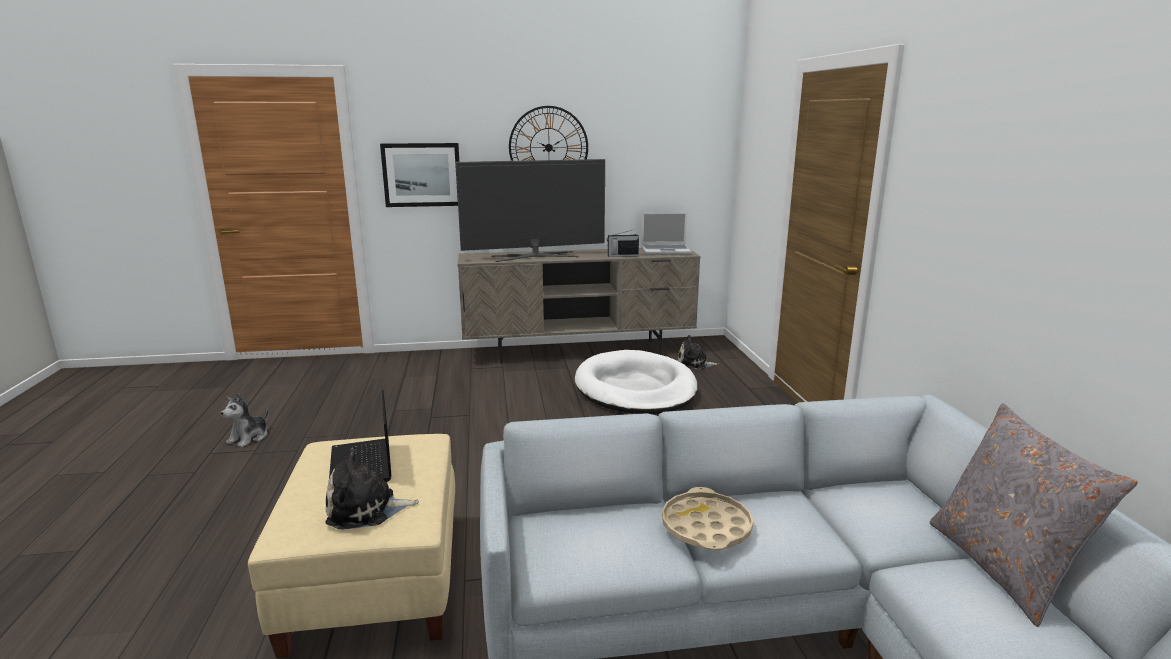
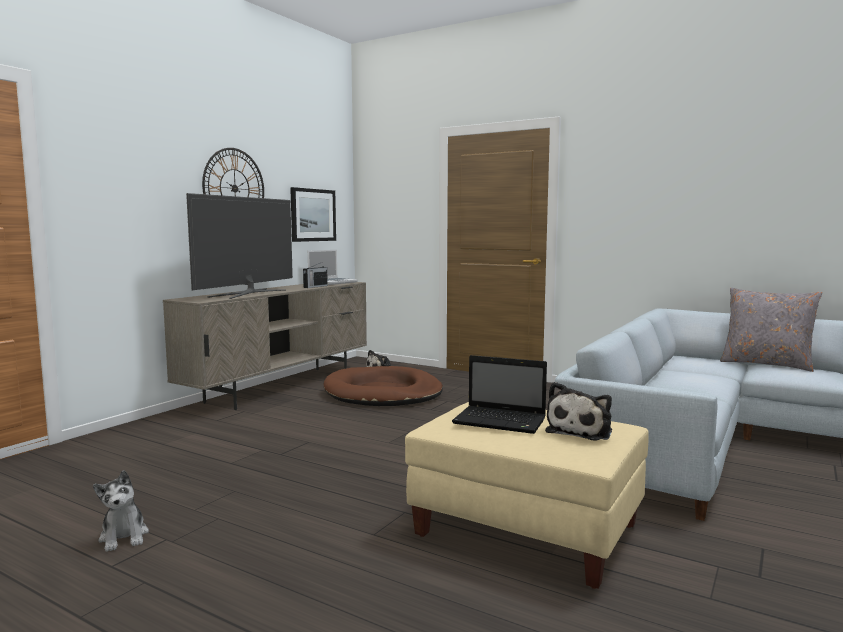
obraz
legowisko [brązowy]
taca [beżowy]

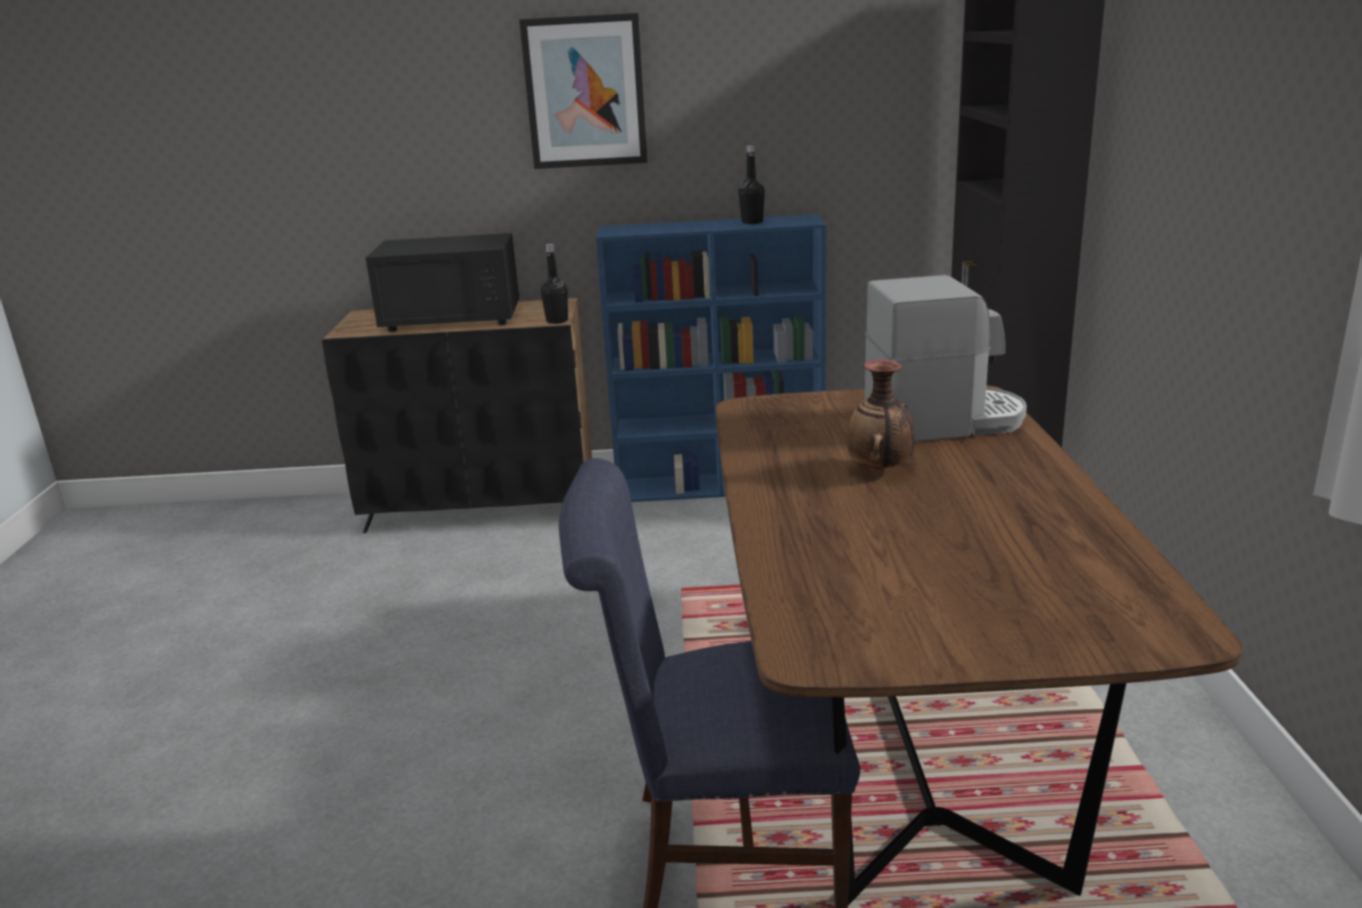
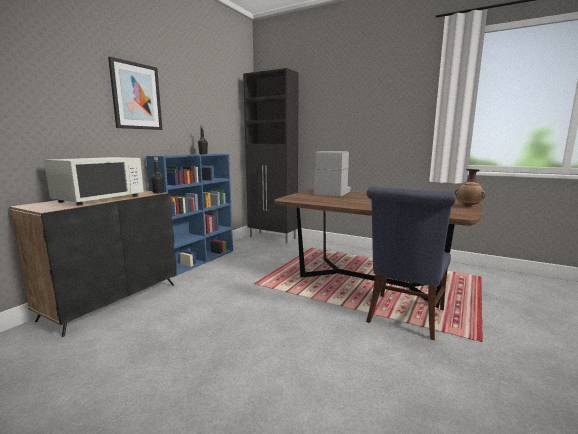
mikrofalówka [biały]
wazon

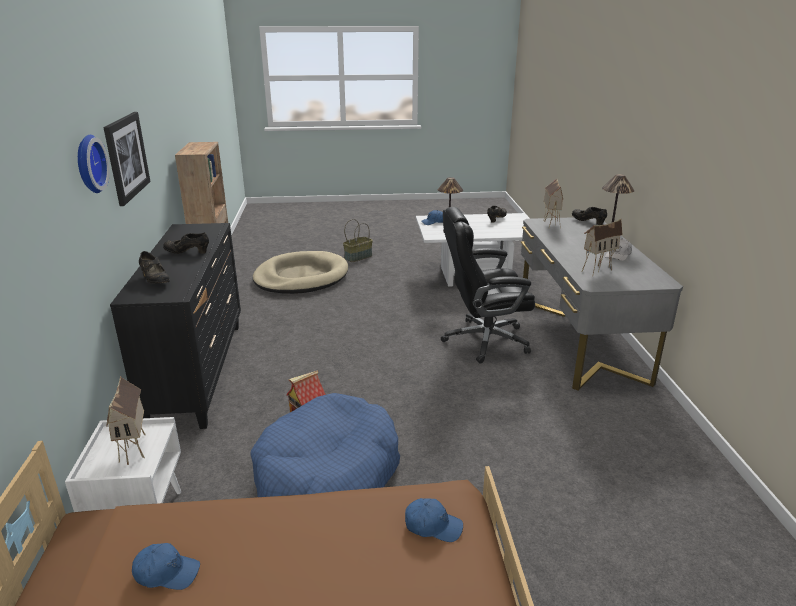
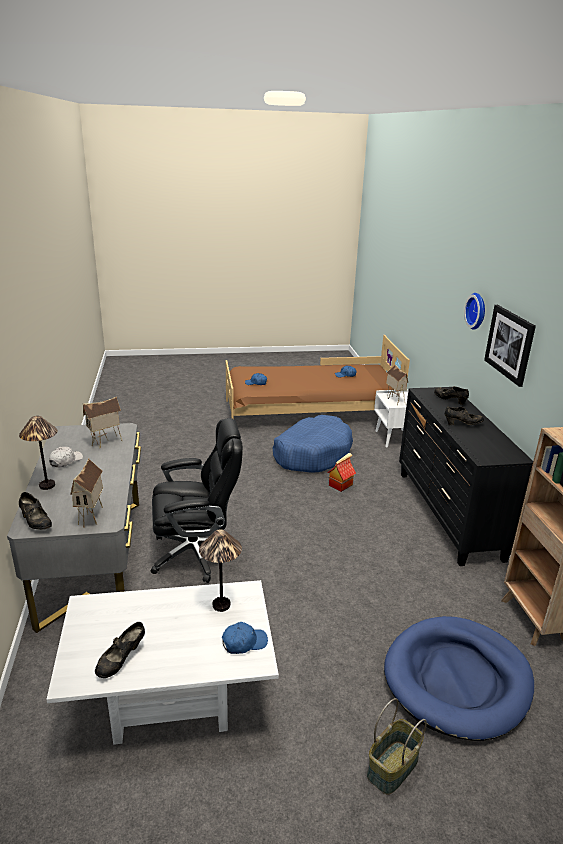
legowisko [niebieski] (2nd from left)

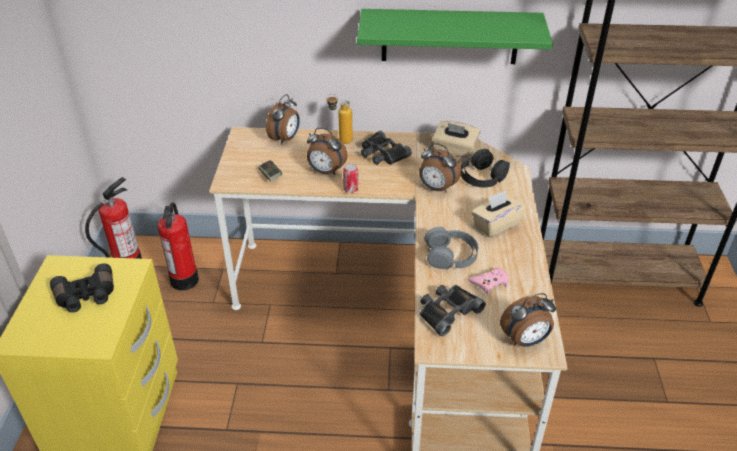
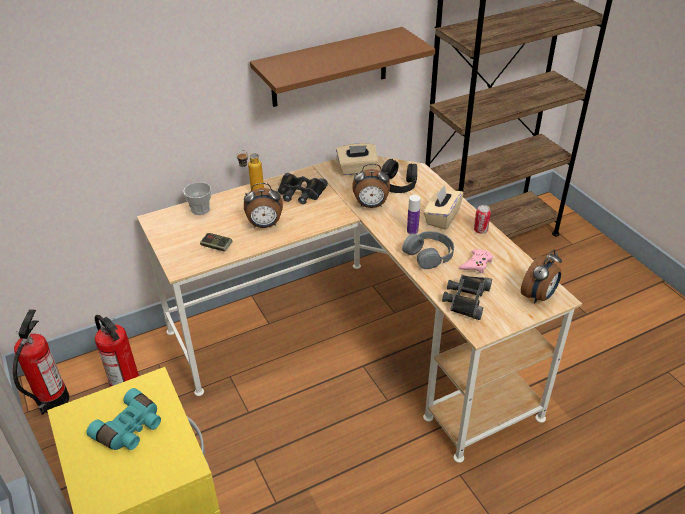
lornetka [turkusowy]
filiżanka
puszka
półka [brązowy]
butelka (2nd from left)

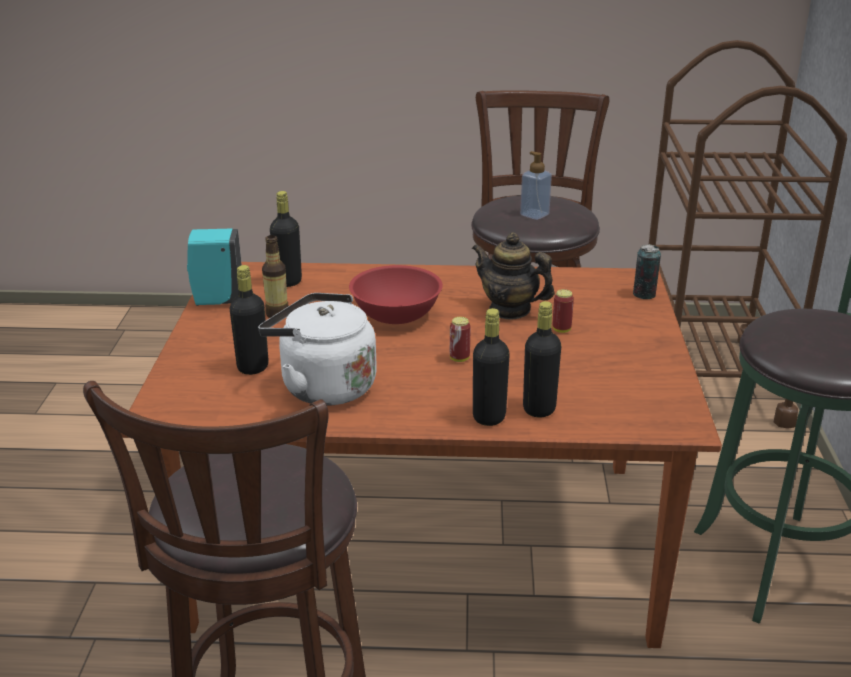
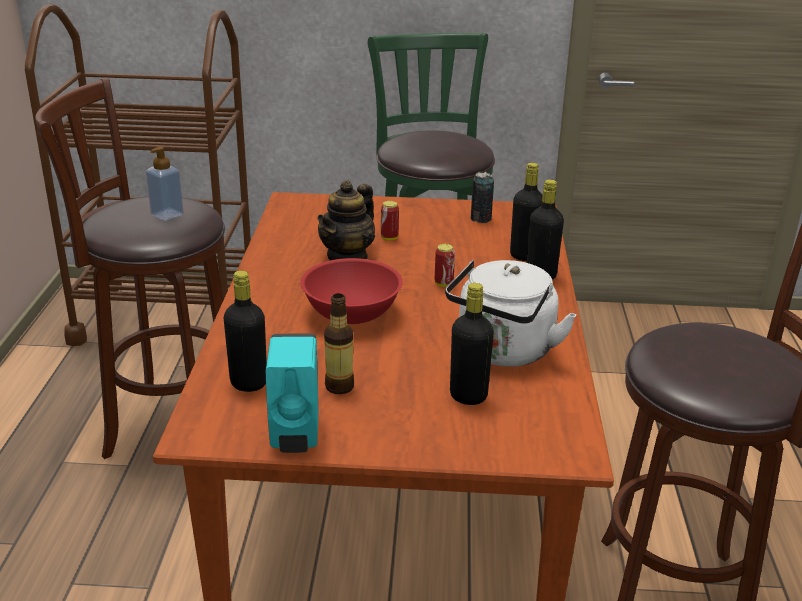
puszka (3rd from left)

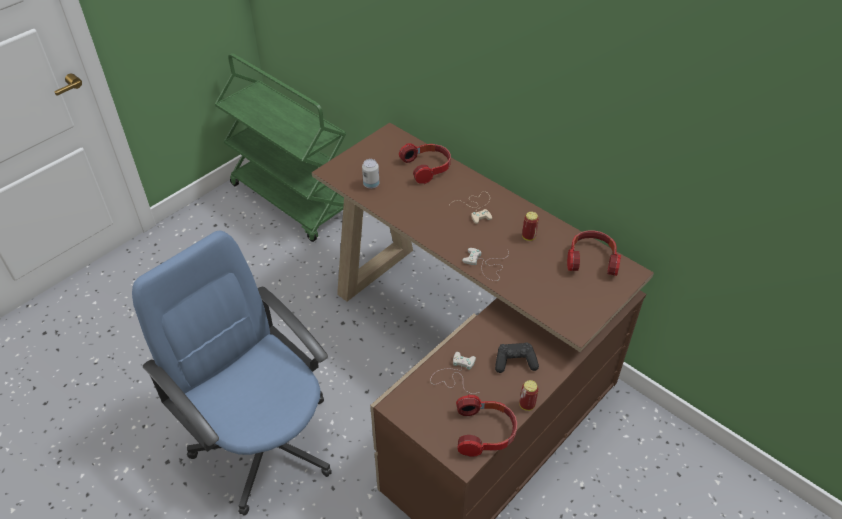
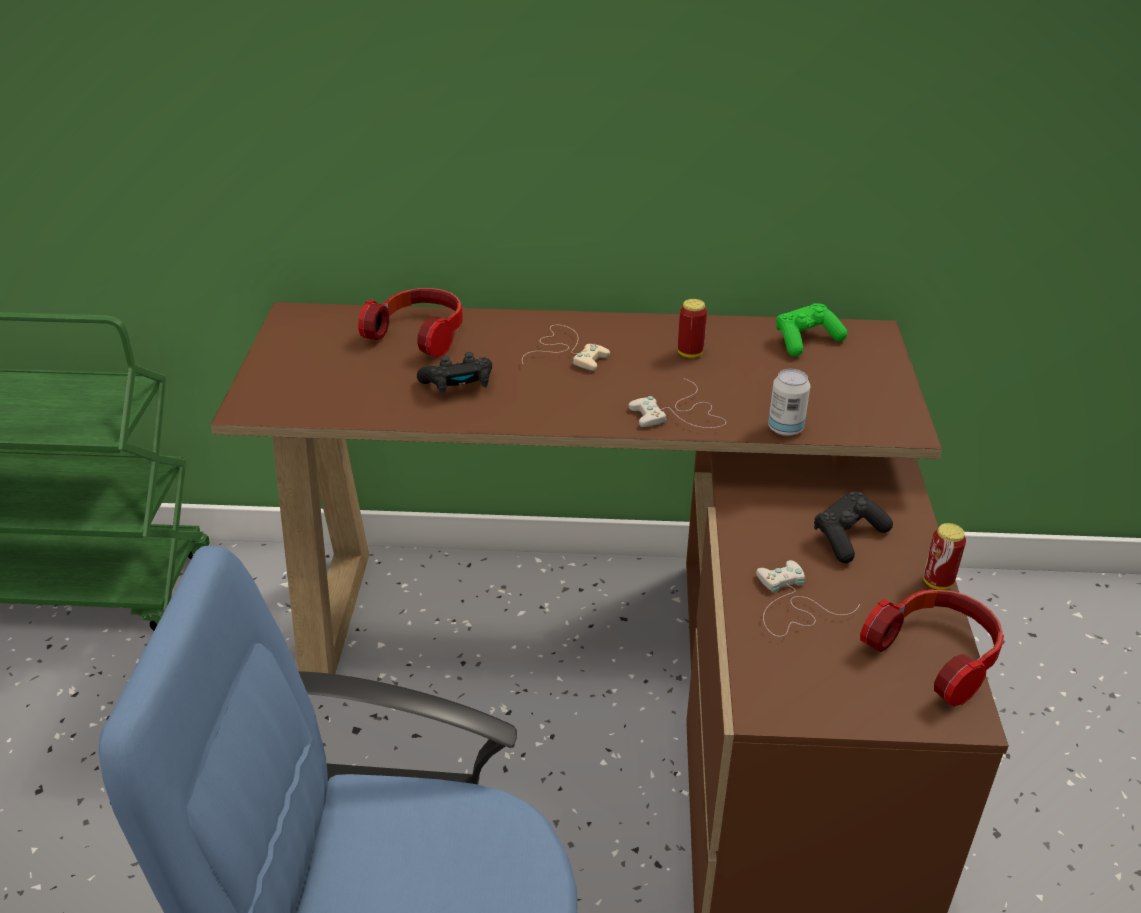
puszka (2nd from left)
pad do gier [zielony]
pad do gier [czarny] (1st from left)

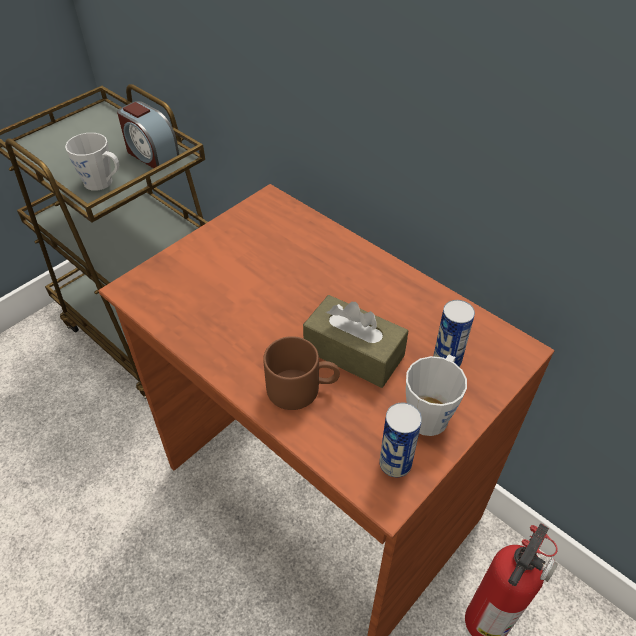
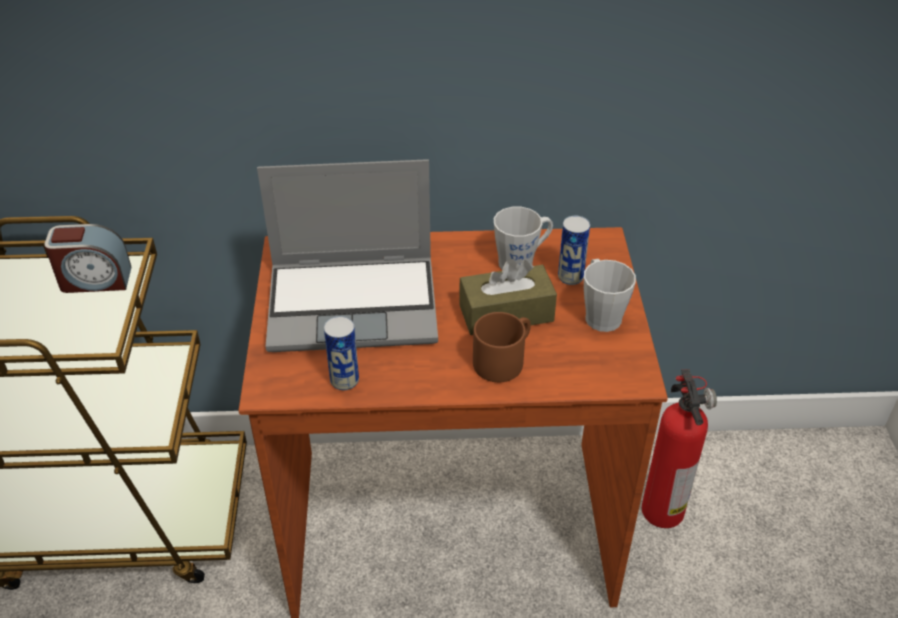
kubek [szary] (1st from left)
puszka (1st from left)
laptop

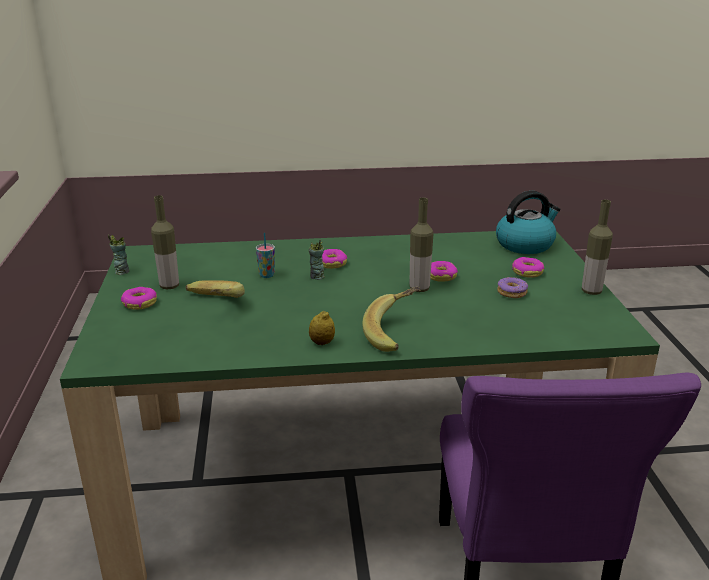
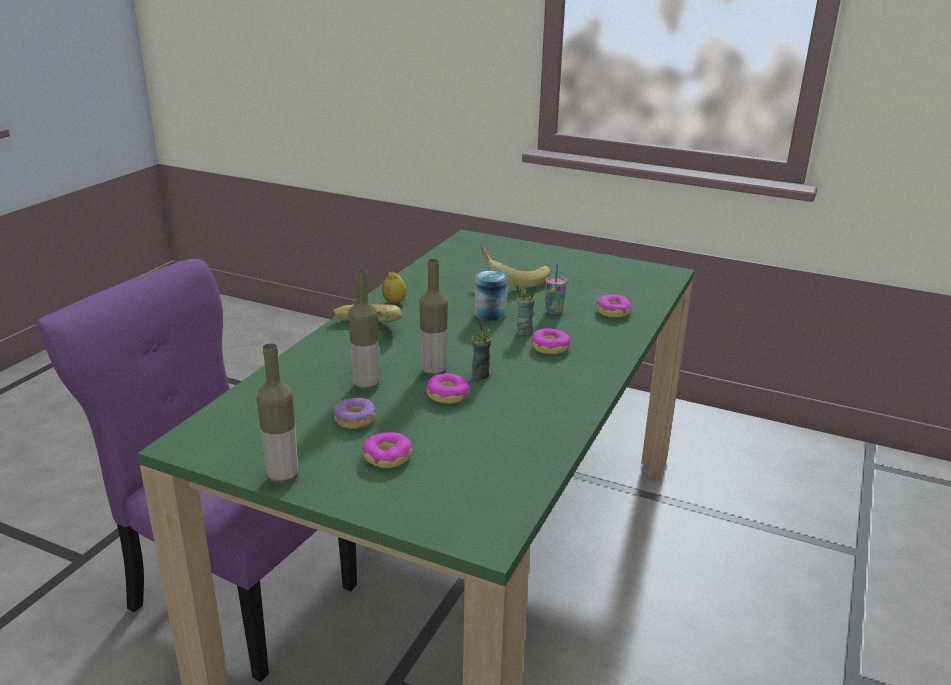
filiżanka (1st from left)
donut (5th from left)
butelka (2nd from left)
czajnik
puszka

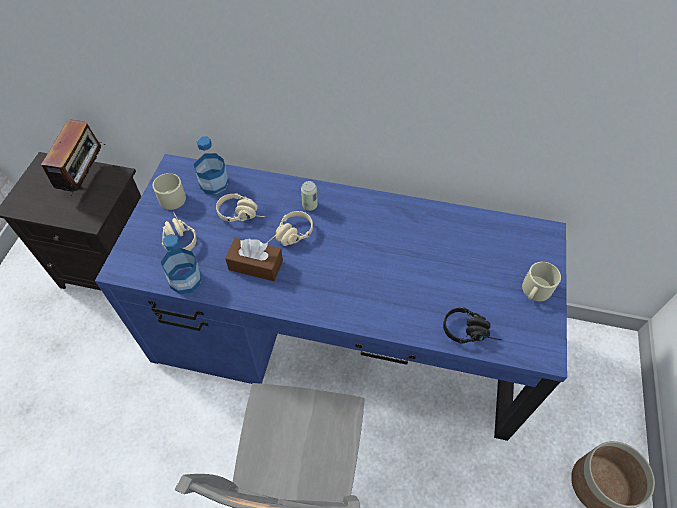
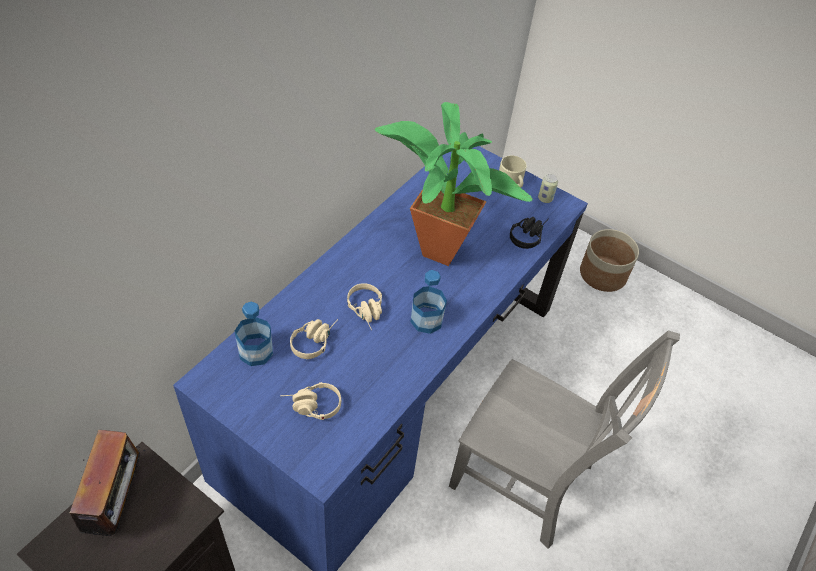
radio
kubek [beżowy] (1st from left in the first image)
butelka (2nd from left)
pudełko chusteczek [brązowy]
puszka
roślina doniczkowa

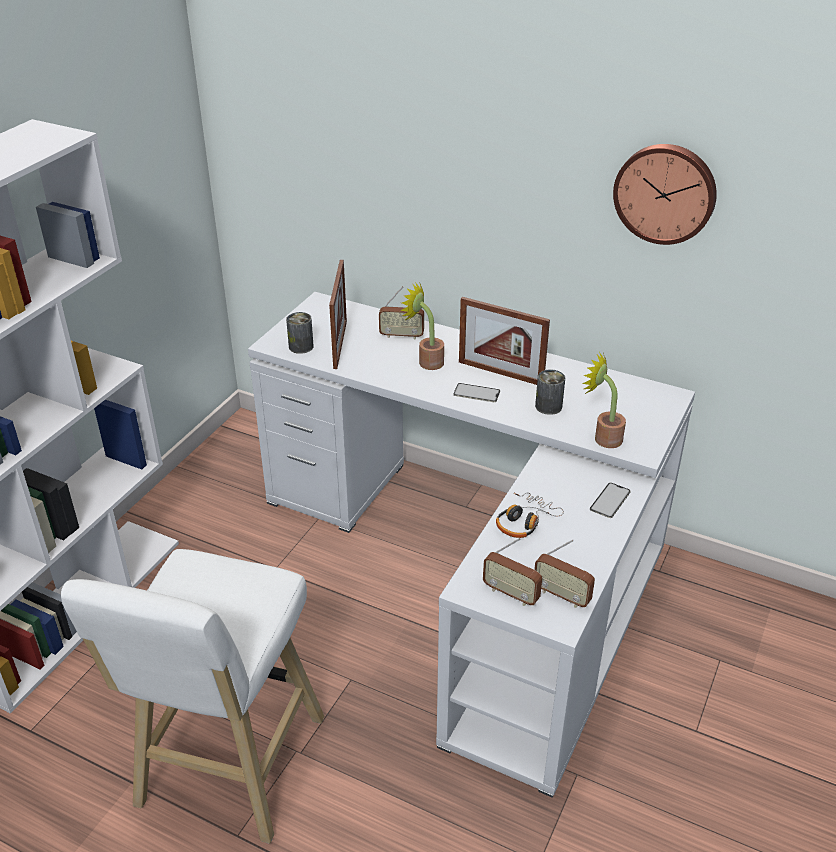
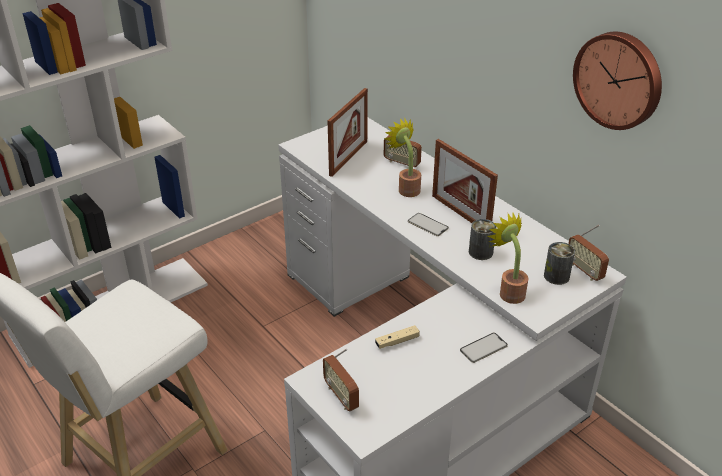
puszka (2nd from left)
pad do gier [beżowy]
radio (3rd from left)

